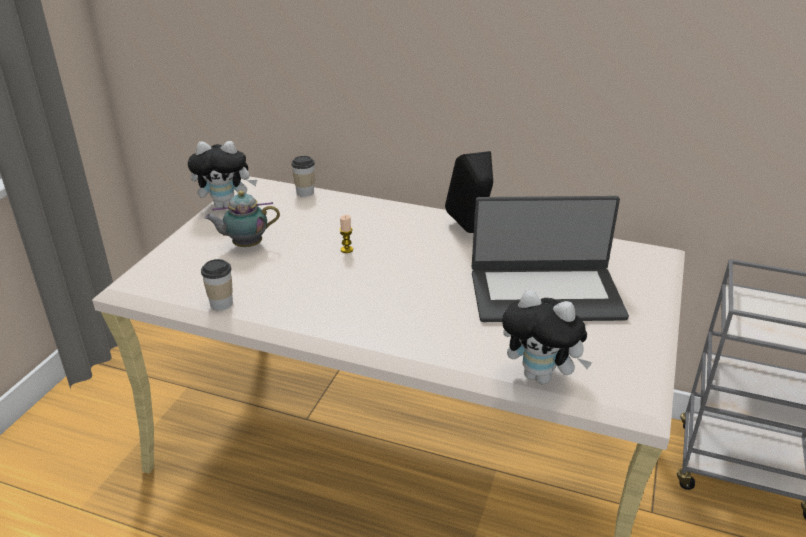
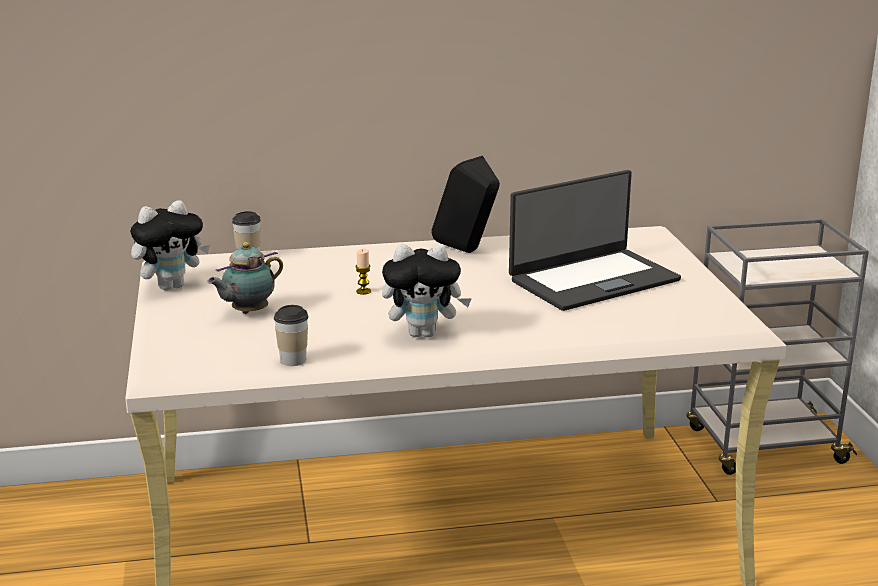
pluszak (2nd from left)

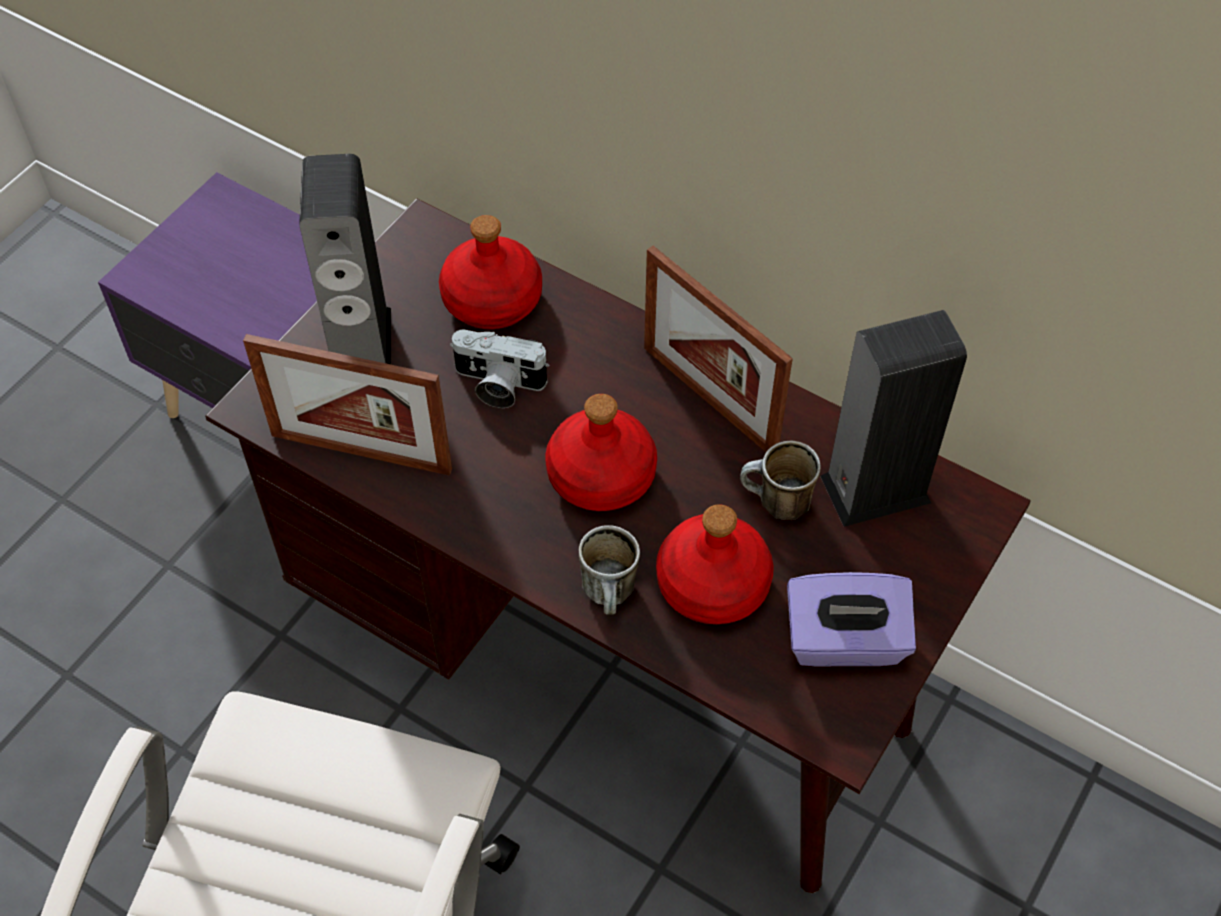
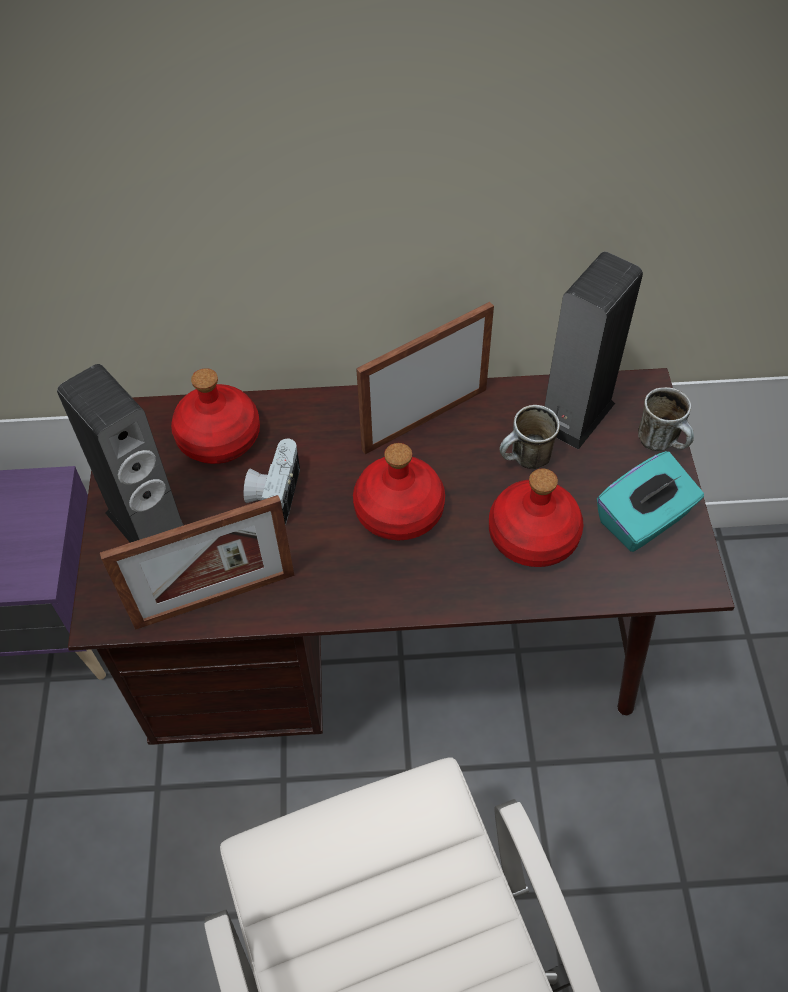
aparat fotograficzny
kubek (2nd from left)
ramka na zdjęcie (2nd from left)
pudełko chusteczek [turkusowy]

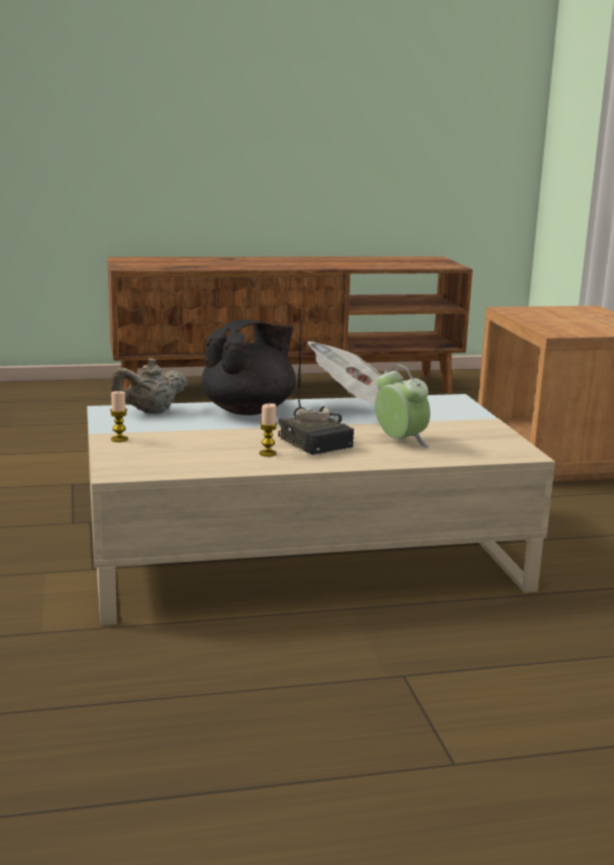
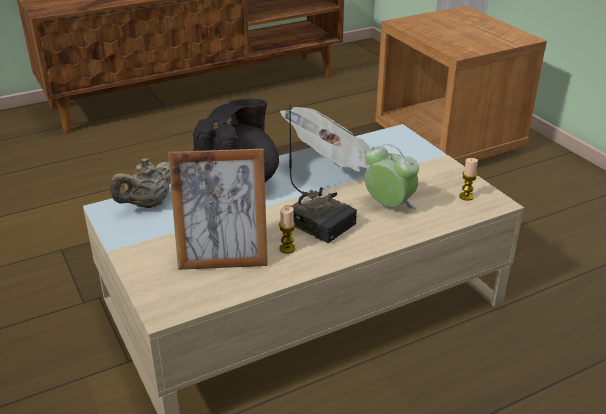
świeca (2nd from left)
ramka na zdjęcie

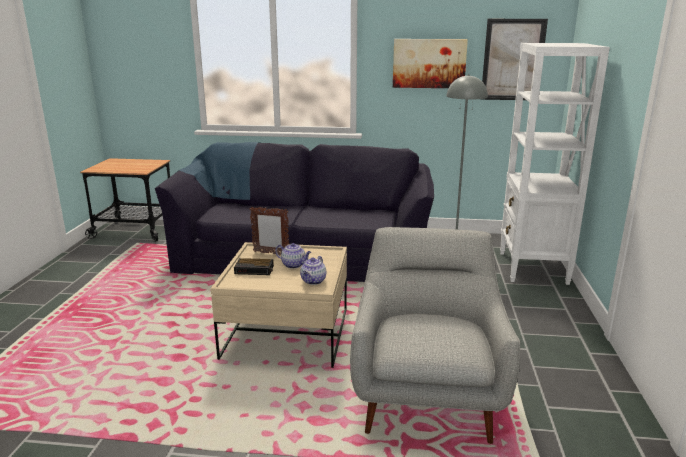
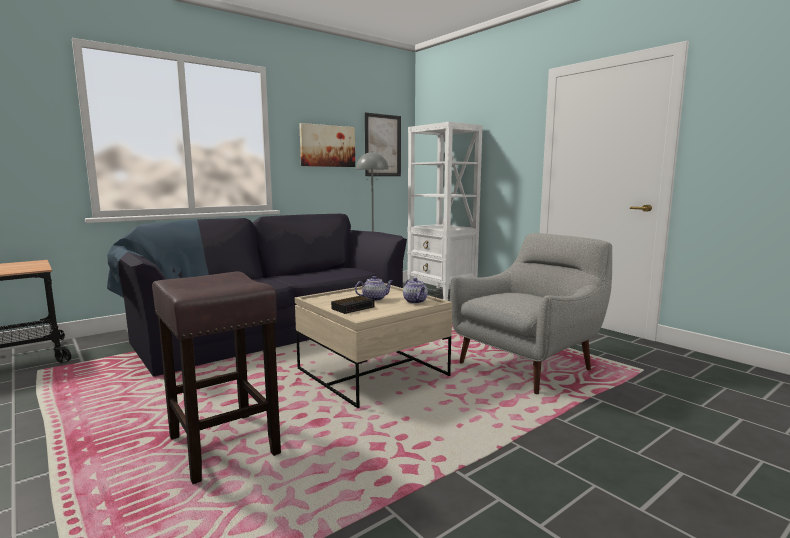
ramka na zdjęcie
fotel [szary]
stołek [brązowy]

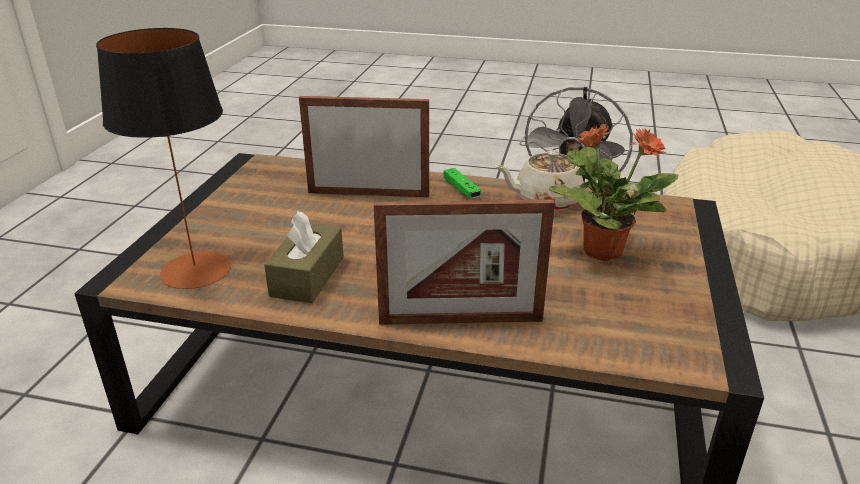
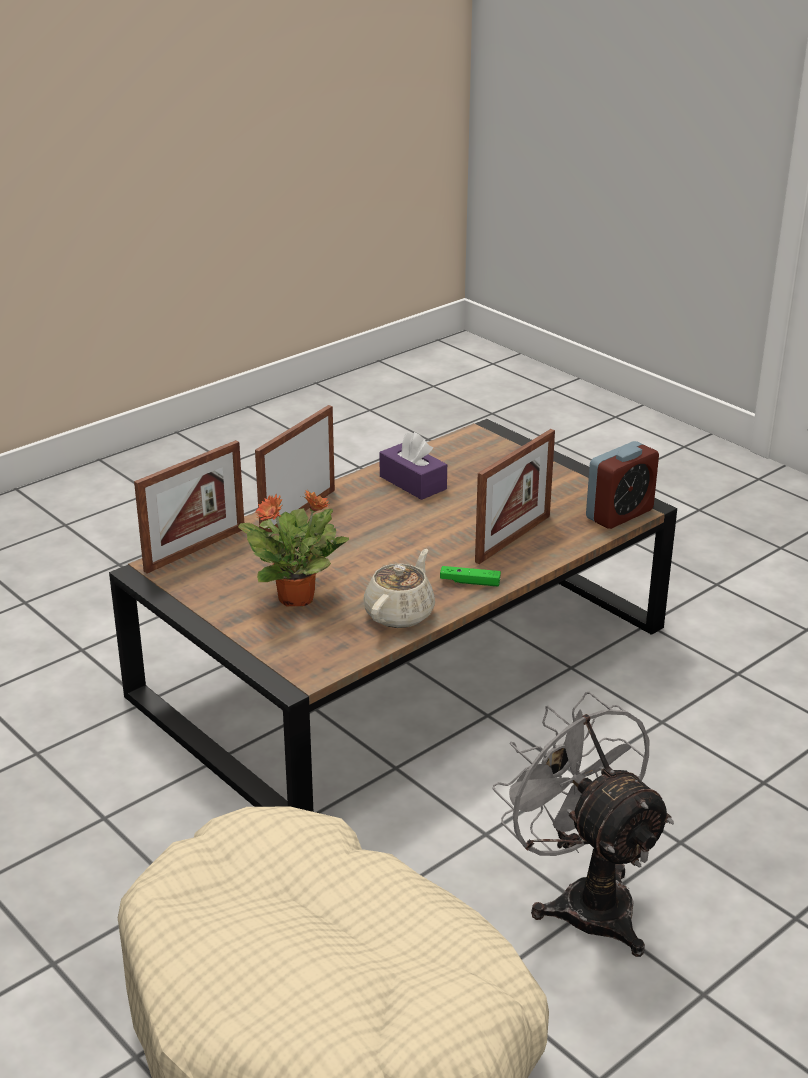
lampa stołowa
pudełko chusteczek [fioletowy]
ramka na zdjęcie (1st from left)
budzik

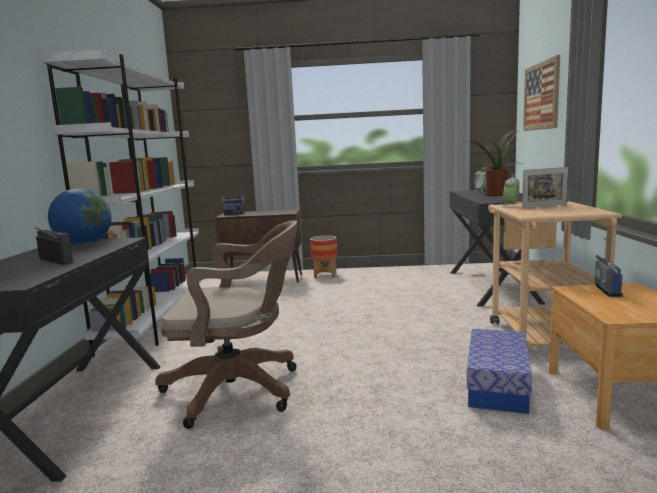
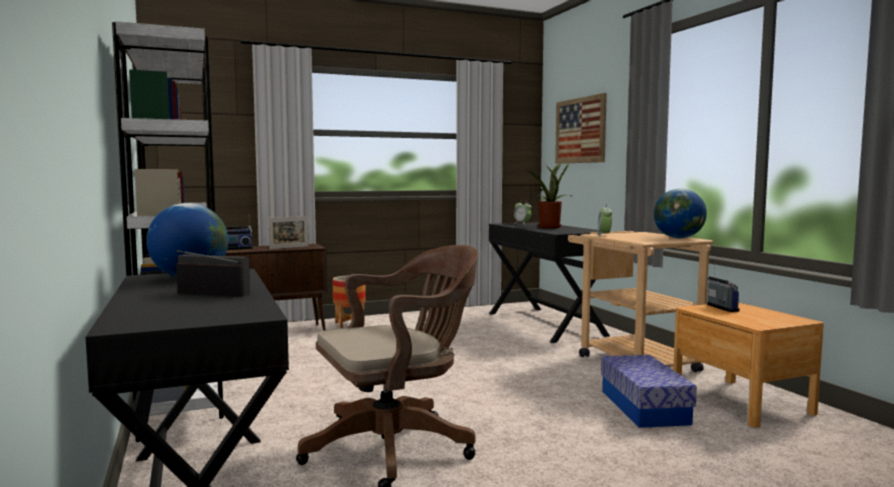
ramka na zdjęcie
globus (2nd from left)

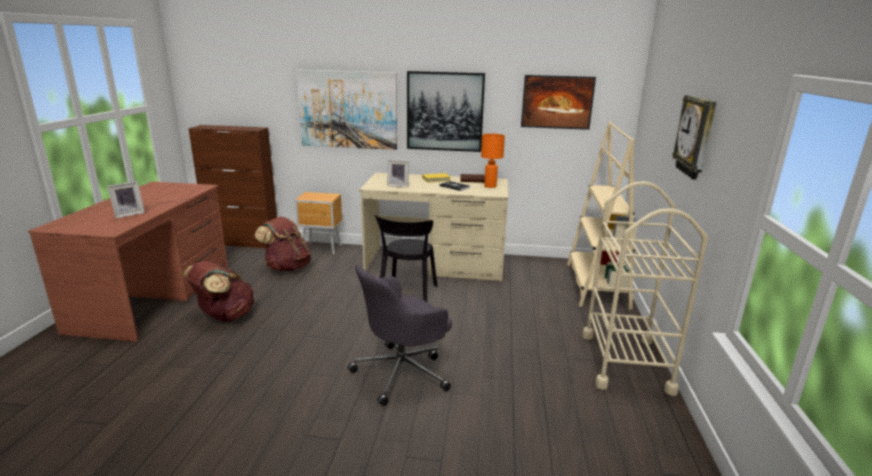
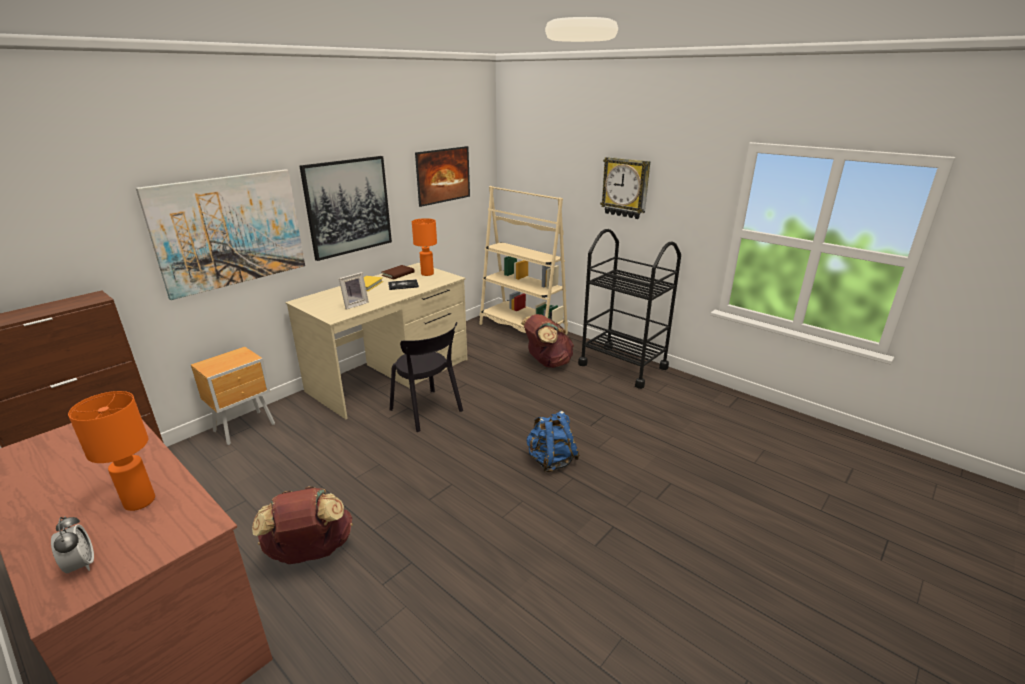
lampa stołowa [pomarańczowy] (1st from left)
plecak [brązowy] (2nd from left)
plecak [niebieski]
wózek [czarny]
budzik

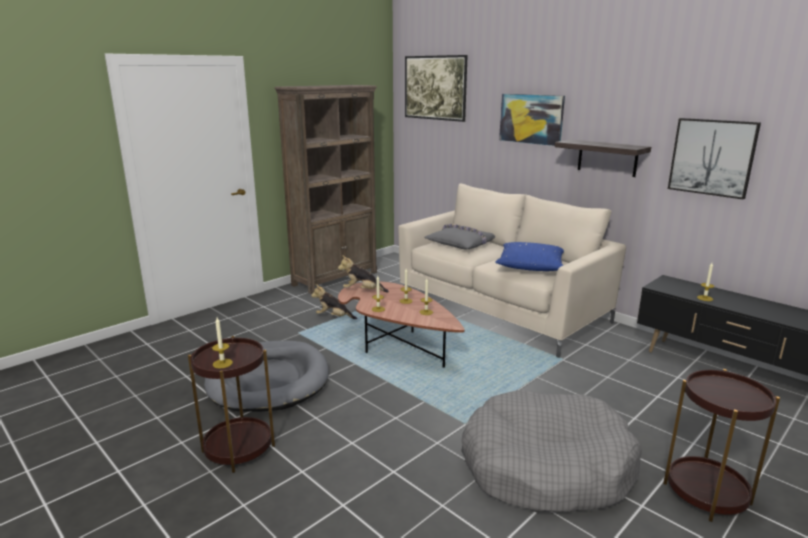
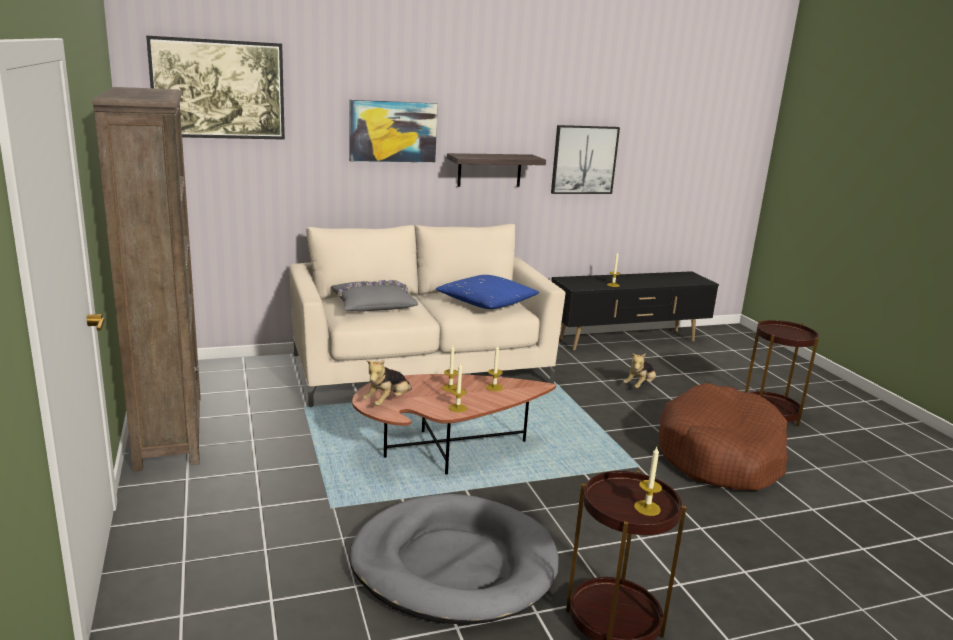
pluszak (2nd from left)
legowisko [brązowy]

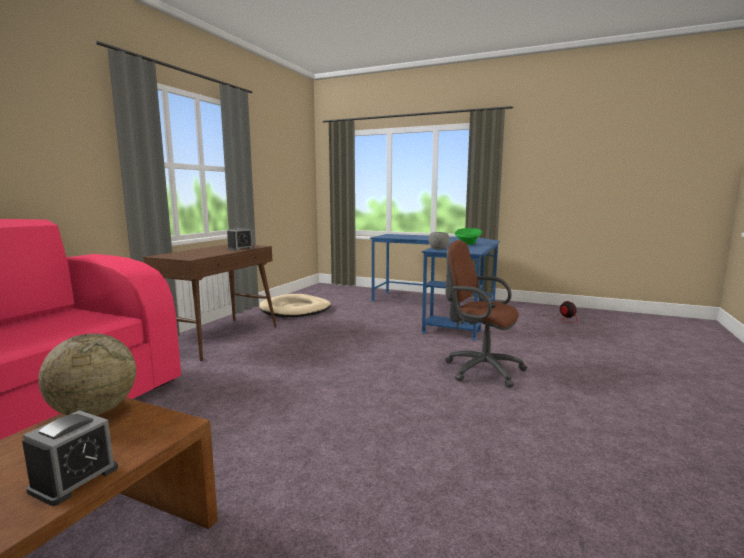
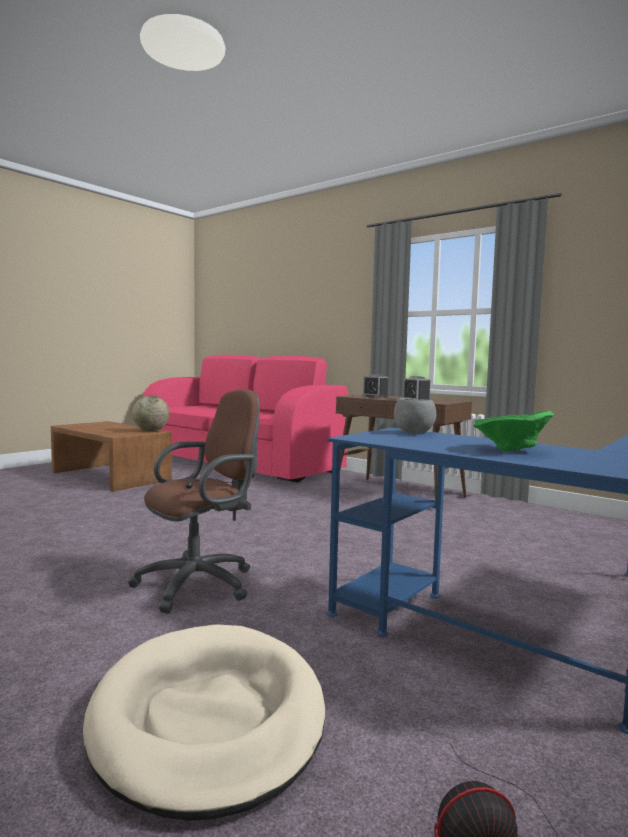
budzik (1st from left)
legowisko [beżowy]

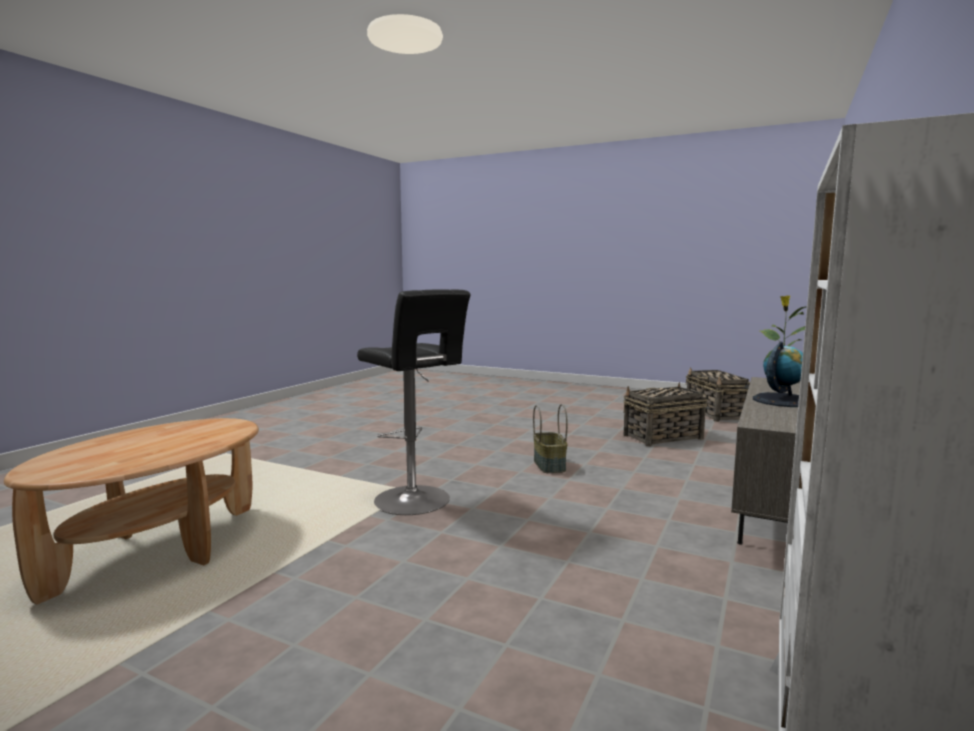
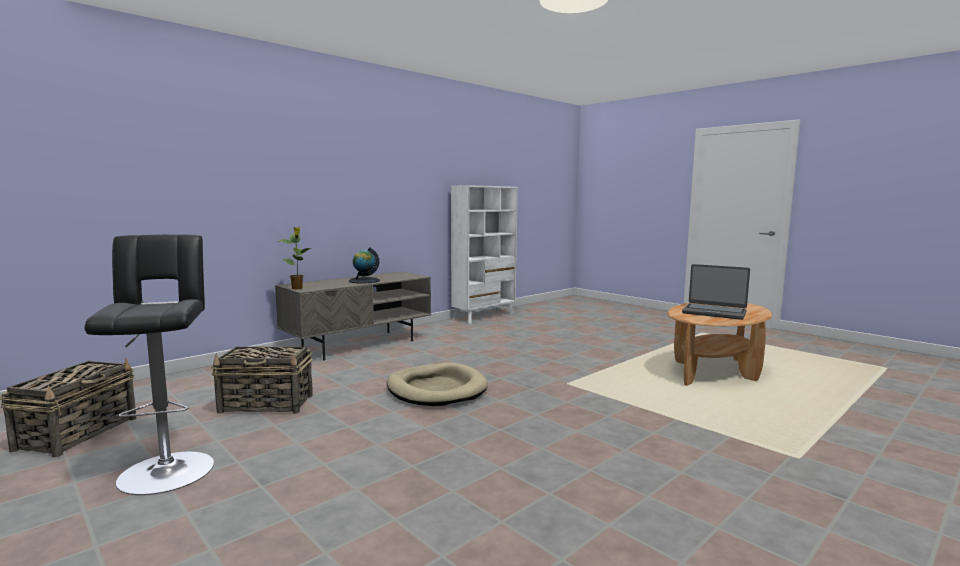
stołek [czarny]
legowisko [beżowy]
laptop

